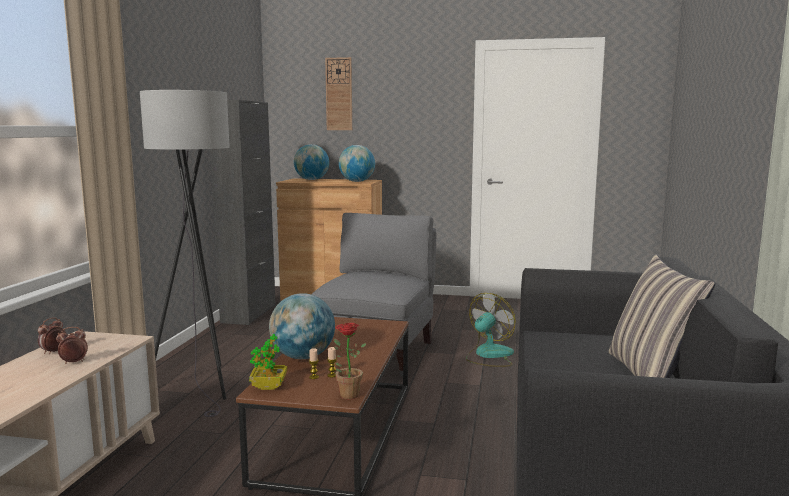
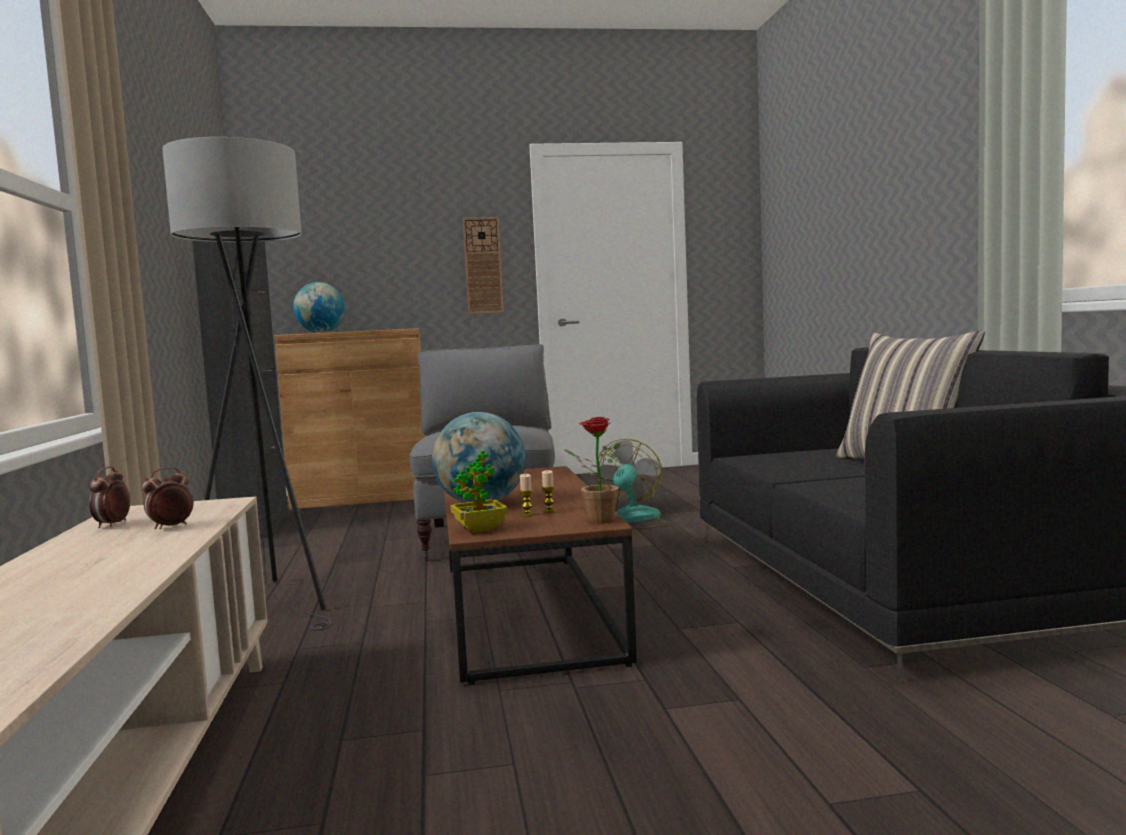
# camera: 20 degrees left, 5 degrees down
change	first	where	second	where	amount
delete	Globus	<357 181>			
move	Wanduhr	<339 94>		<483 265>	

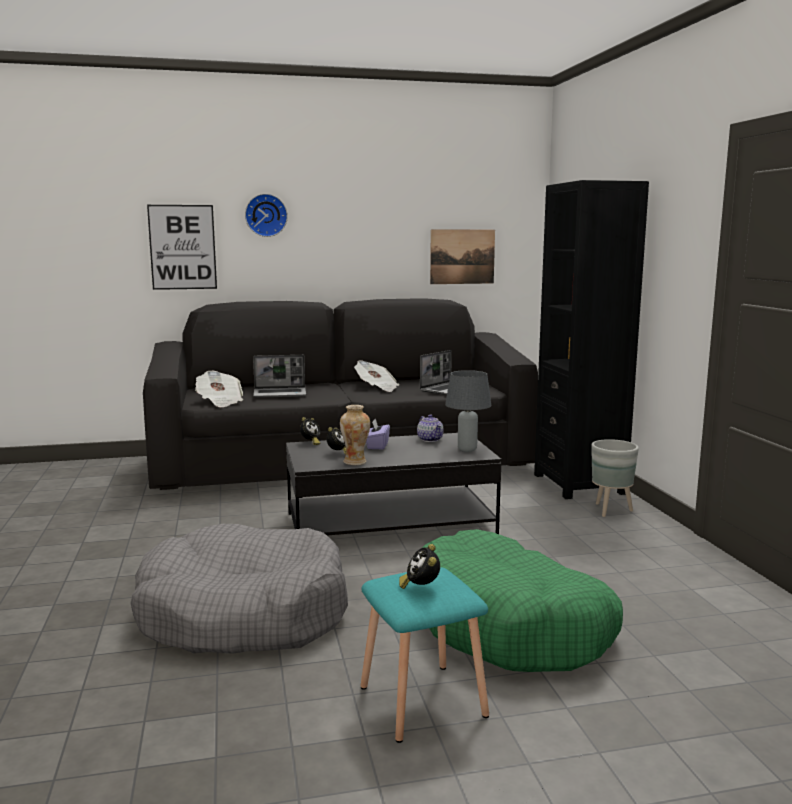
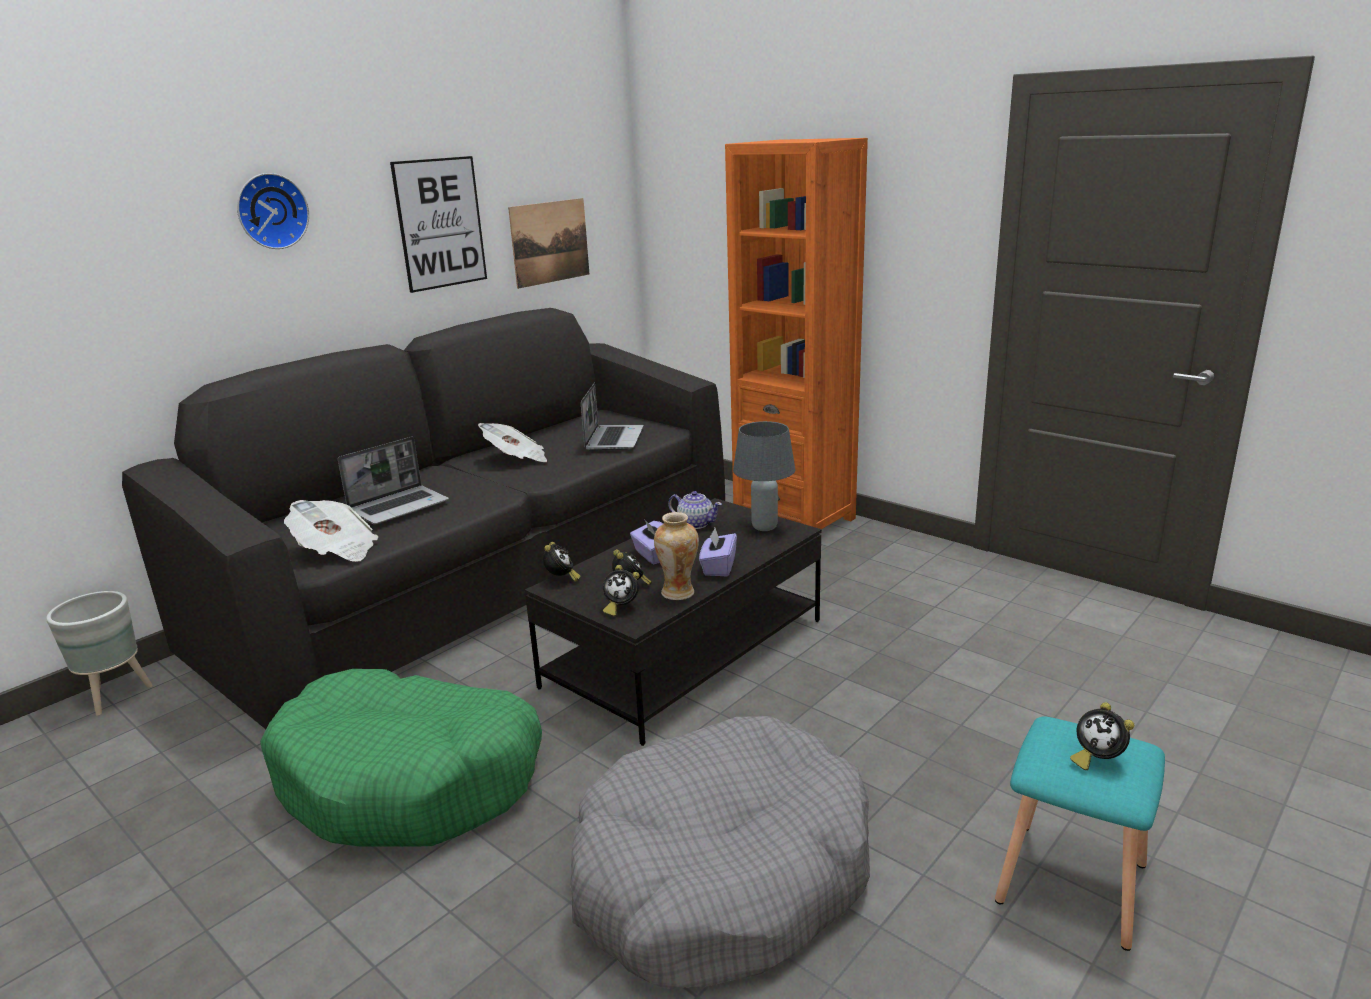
# camera: 35 degrees left, 10 degrees up
change	first	where	second	where	amount
insert			Wecker	<621 608>	
insert			Taschentuchbox [lila]	<718 567>	
move	Bild	<182 247>		<440 223>	
move	Hundebett [grün]	<510 625>		<410 779>	
move	Pflanzkübel [grau]	<610 510>		<116 695>	
recolor	Bücherregal [schwarz]	<579 484>	Bücherregal [orange]	<794 520>	

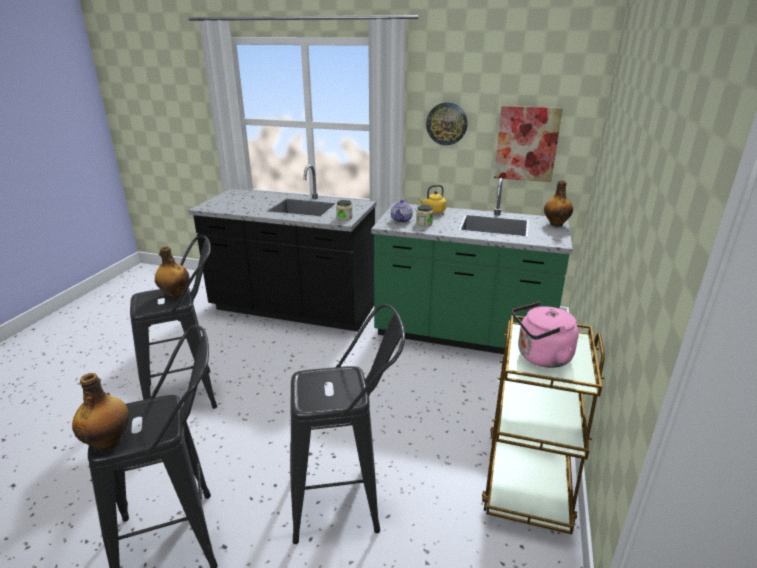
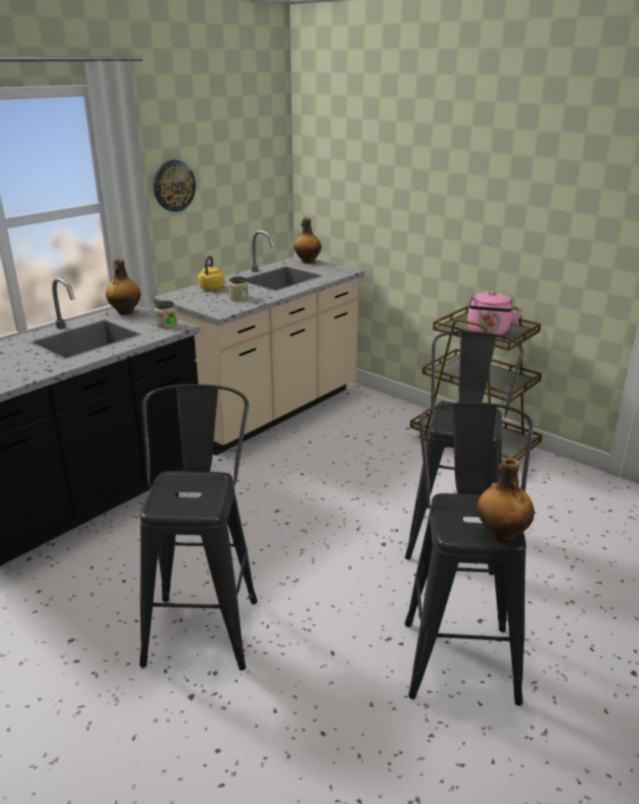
# camera: 65 degrees left, 0 degrees up
change	first	where	second	where	amount
delete	Teekanne	<401 220>			
delete	Bild	<526 144>			
move	Flasche	<175 294>		<125 312>	
recolor	Küchenzeile [grün]	<462 335>	Küchenzeile [beige]	<269 411>	

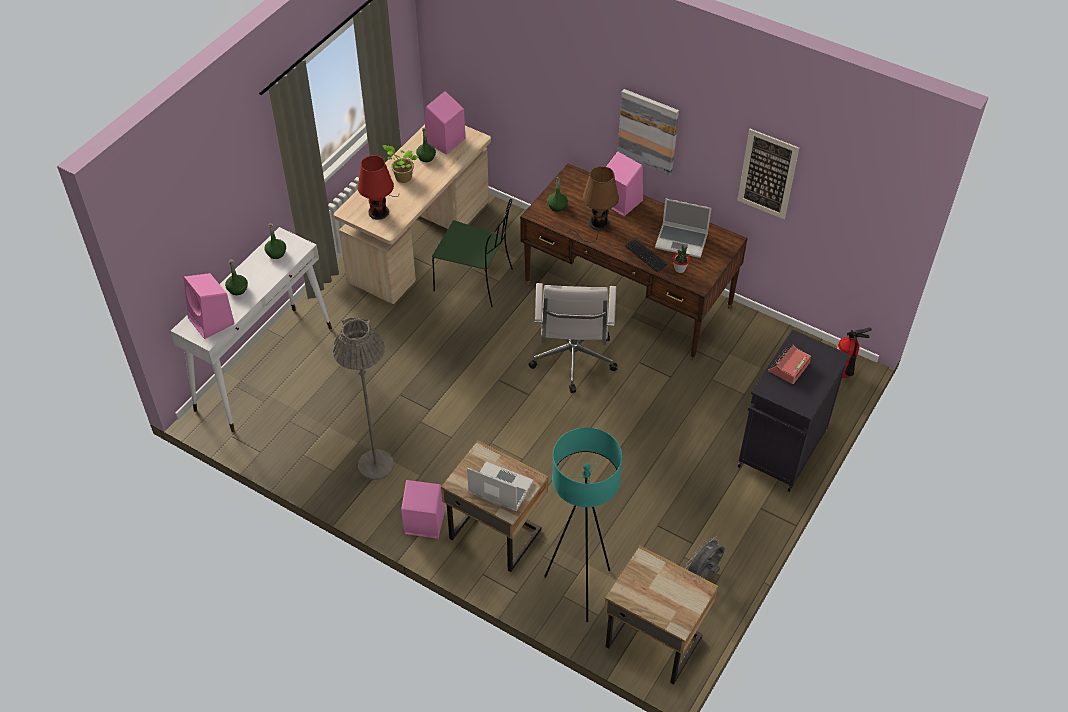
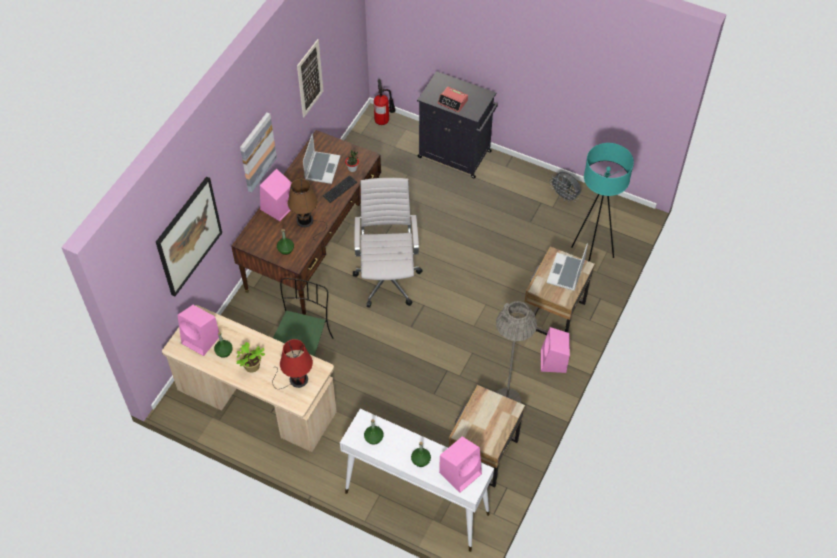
# camera: 95 degrees left, 5 degrees up
change	first	where	second	where	amount
insert			Bild	<188 236>	
move	Nachttisch [beige]	<654 640>		<483 454>	
rotate	Bürostuhl [weiß]	<572 362>		<388 279>	90 degrees counterclockwise

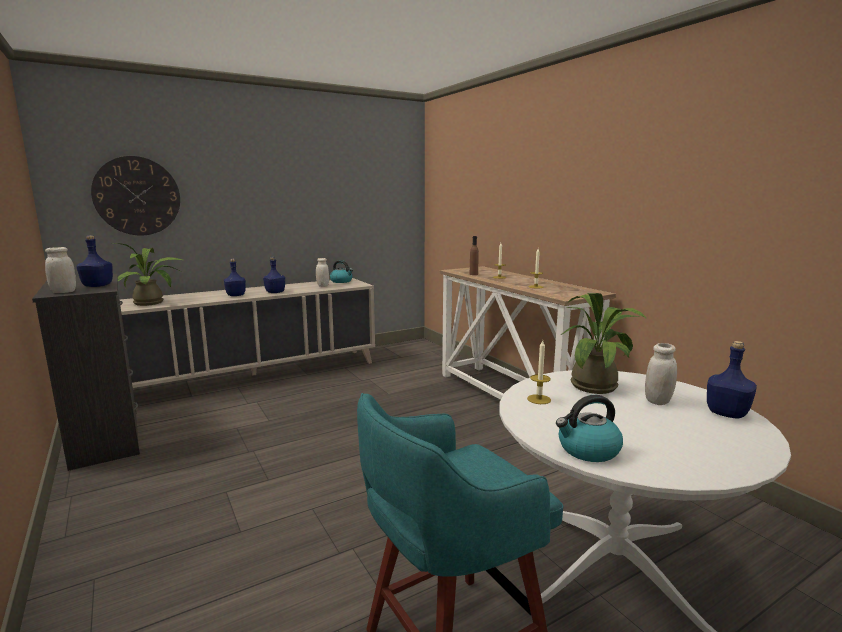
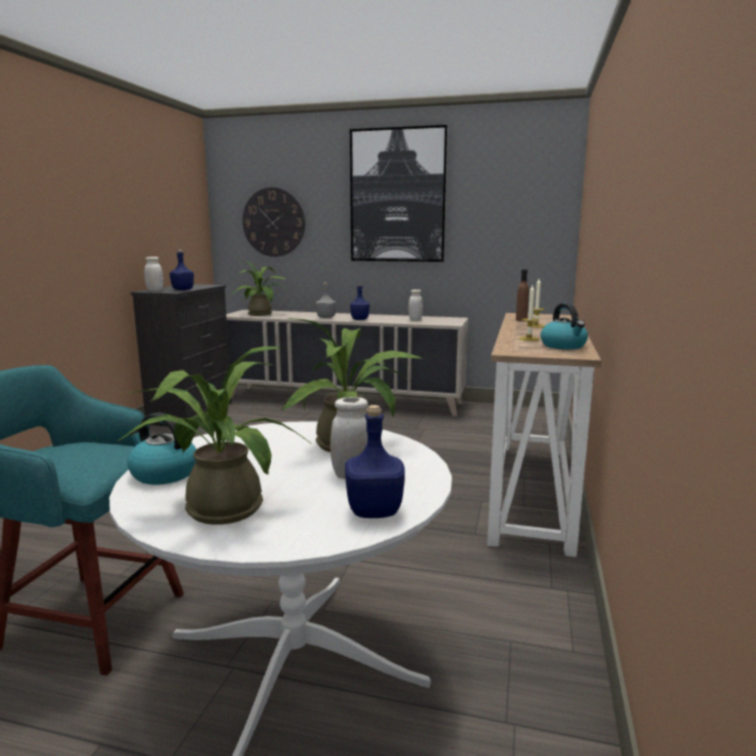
# camera: 45 degrees right, 0 degrees up
change	first	where	second	where	amount
delete	Kerze	<539 399>			
insert			Topfpflanze	<217 507>	
insert			Bild	<397 196>	
move	Wasserkessel	<342 281>		<564 346>	
recolor	Flasche [blau]	<235 295>	Flasche [grau]	<326 317>	

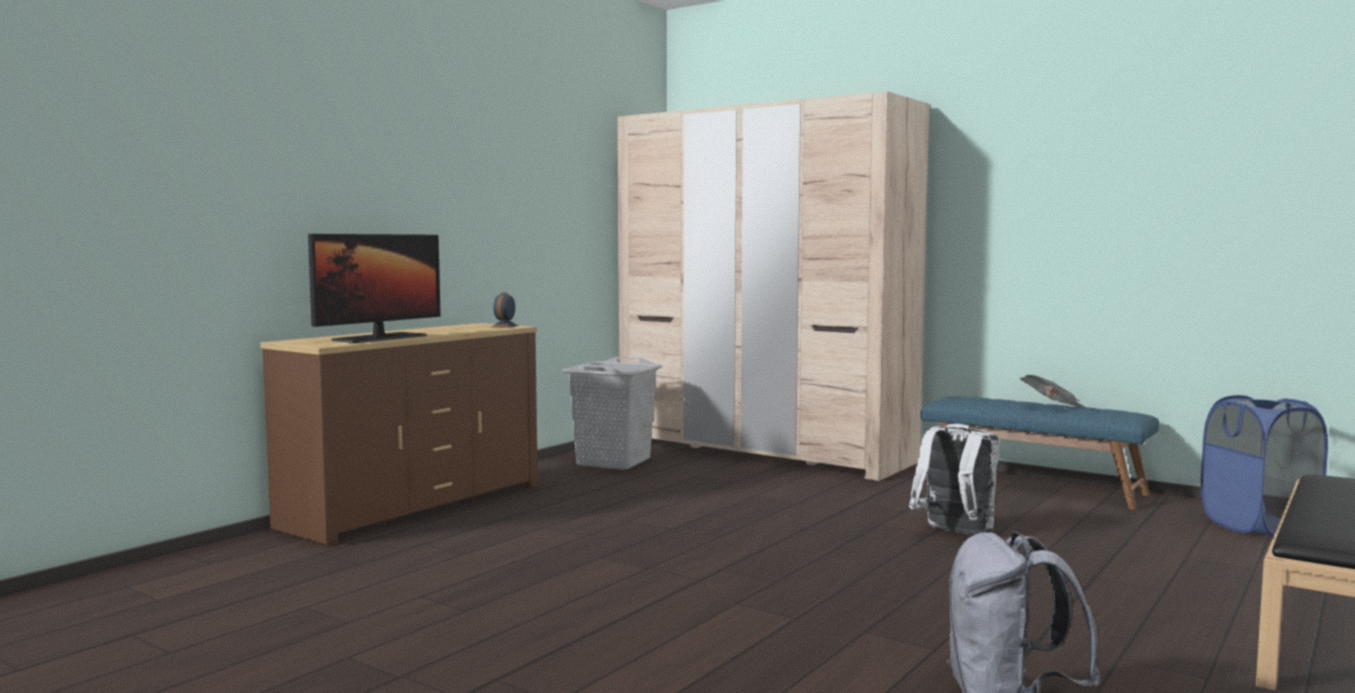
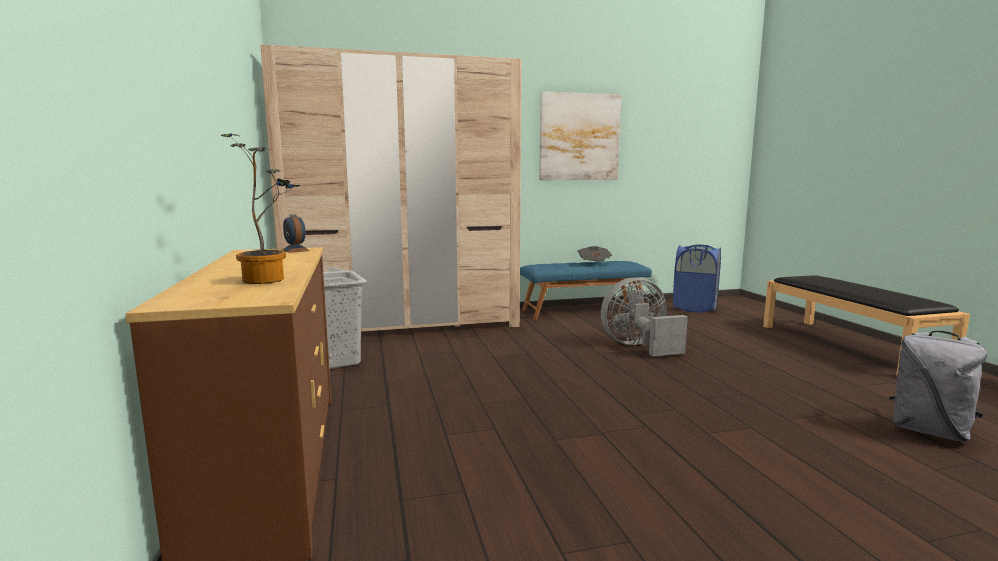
# camera: 50 degrees left, 5 degrees up
change	first	where	second	where	amount
insert			Bild	<579 137>	
replace	Monitor	<380 338>	Topfpflanze	<269 279>	
replace	Rucksack [weiß]	<955 534>	Ventilator [grau]	<639 347>	

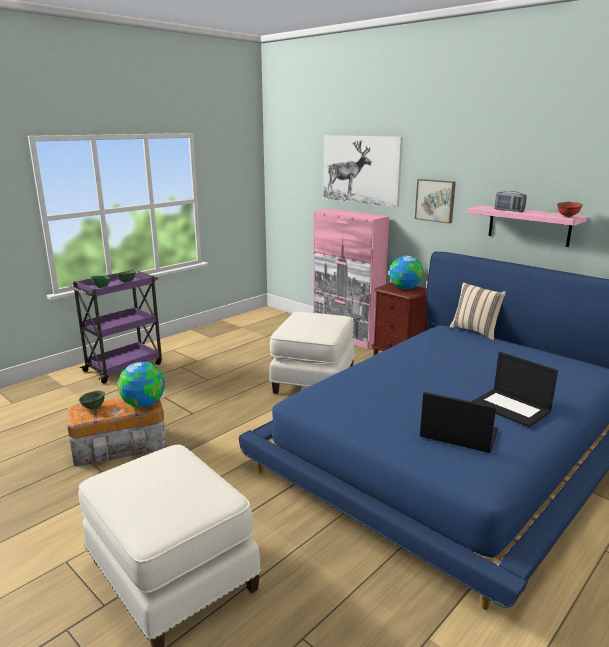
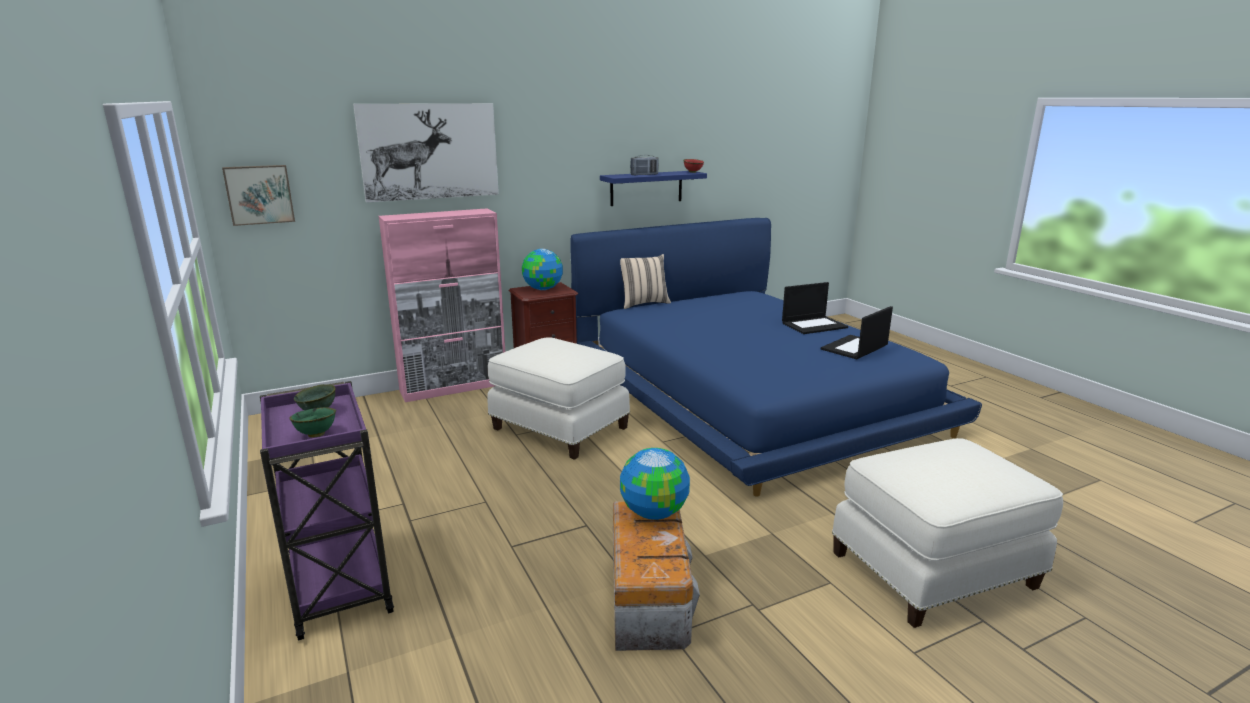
# camera: 70 degrees left, 0 degrees up
change	first	where	second	where	amount
delete	Schüssel [grün]	<94 408>			
move	Bild	<435 200>		<259 194>	
recolor	Wandregal [rosa]	<529 225>	Wandregal [blau]	<646 188>	

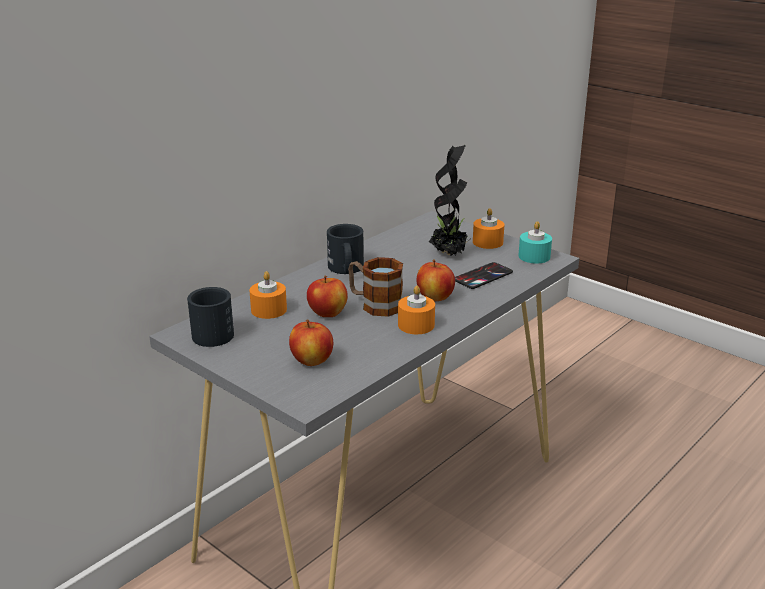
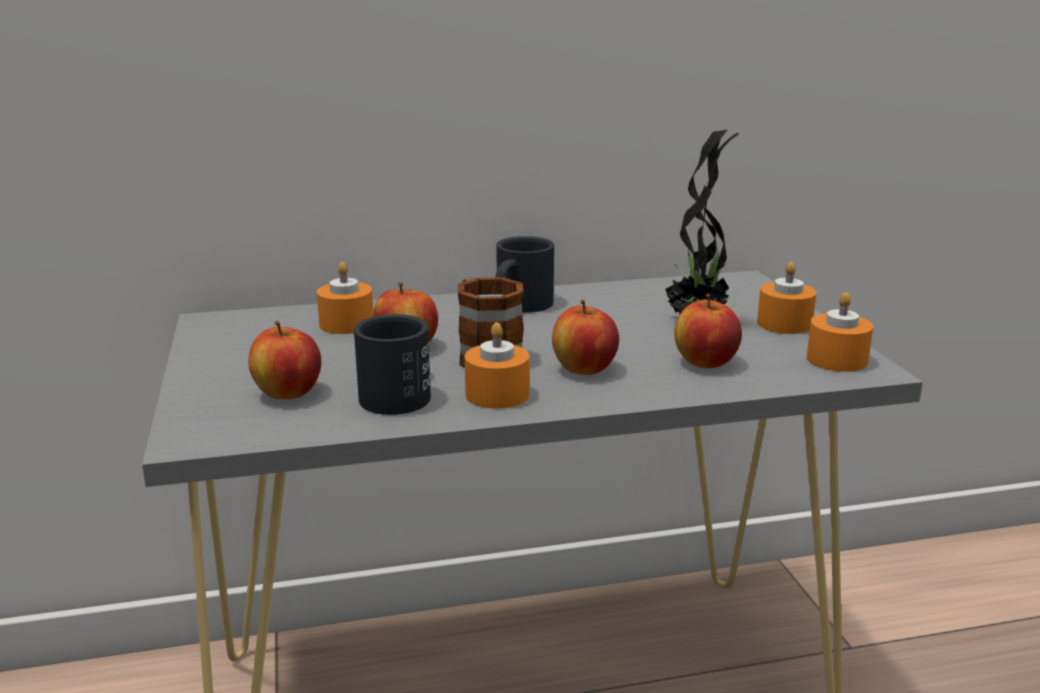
# camera: 35 degrees right, 5 degrees down
change	first	where	second	where	amount
move	Henkelbecher [schwarz]	<211 331>		<401 392>	
replace	Handy	<483 276>	Apfel	<705 363>	
recolor	Kerze [türkis]	<534 256>	Kerze [orange]	<837 359>	

